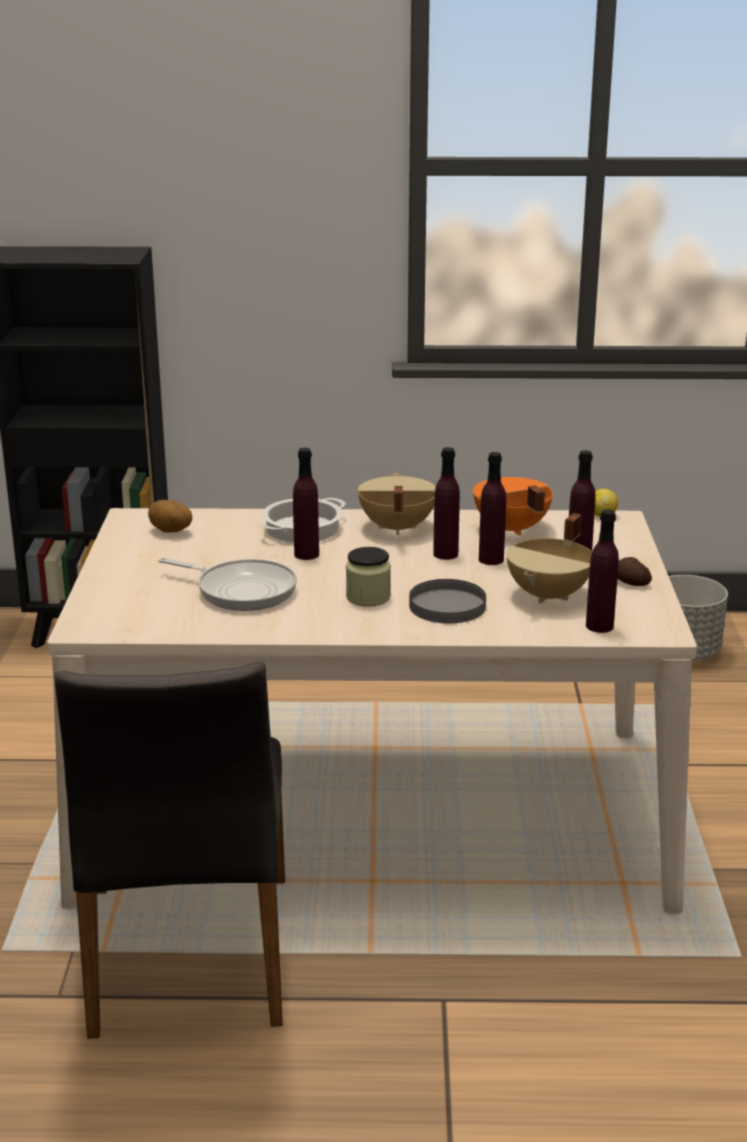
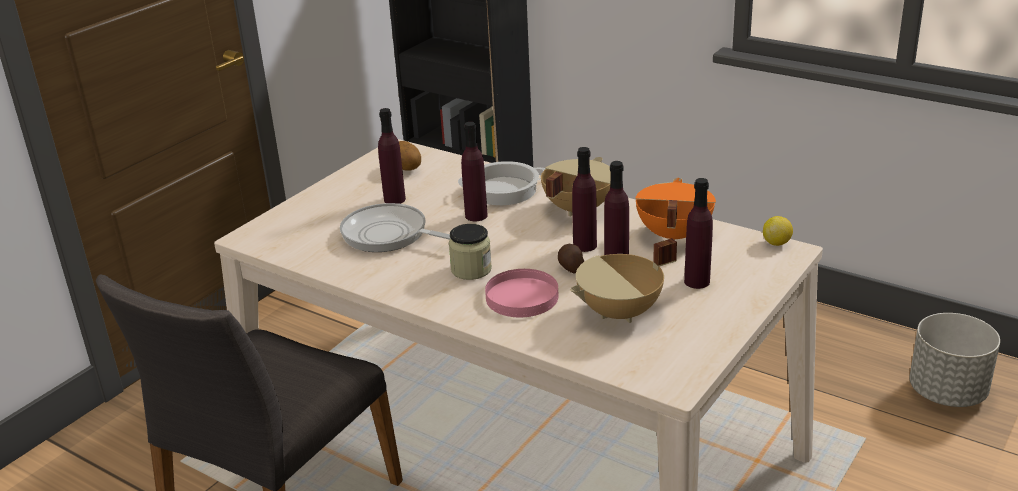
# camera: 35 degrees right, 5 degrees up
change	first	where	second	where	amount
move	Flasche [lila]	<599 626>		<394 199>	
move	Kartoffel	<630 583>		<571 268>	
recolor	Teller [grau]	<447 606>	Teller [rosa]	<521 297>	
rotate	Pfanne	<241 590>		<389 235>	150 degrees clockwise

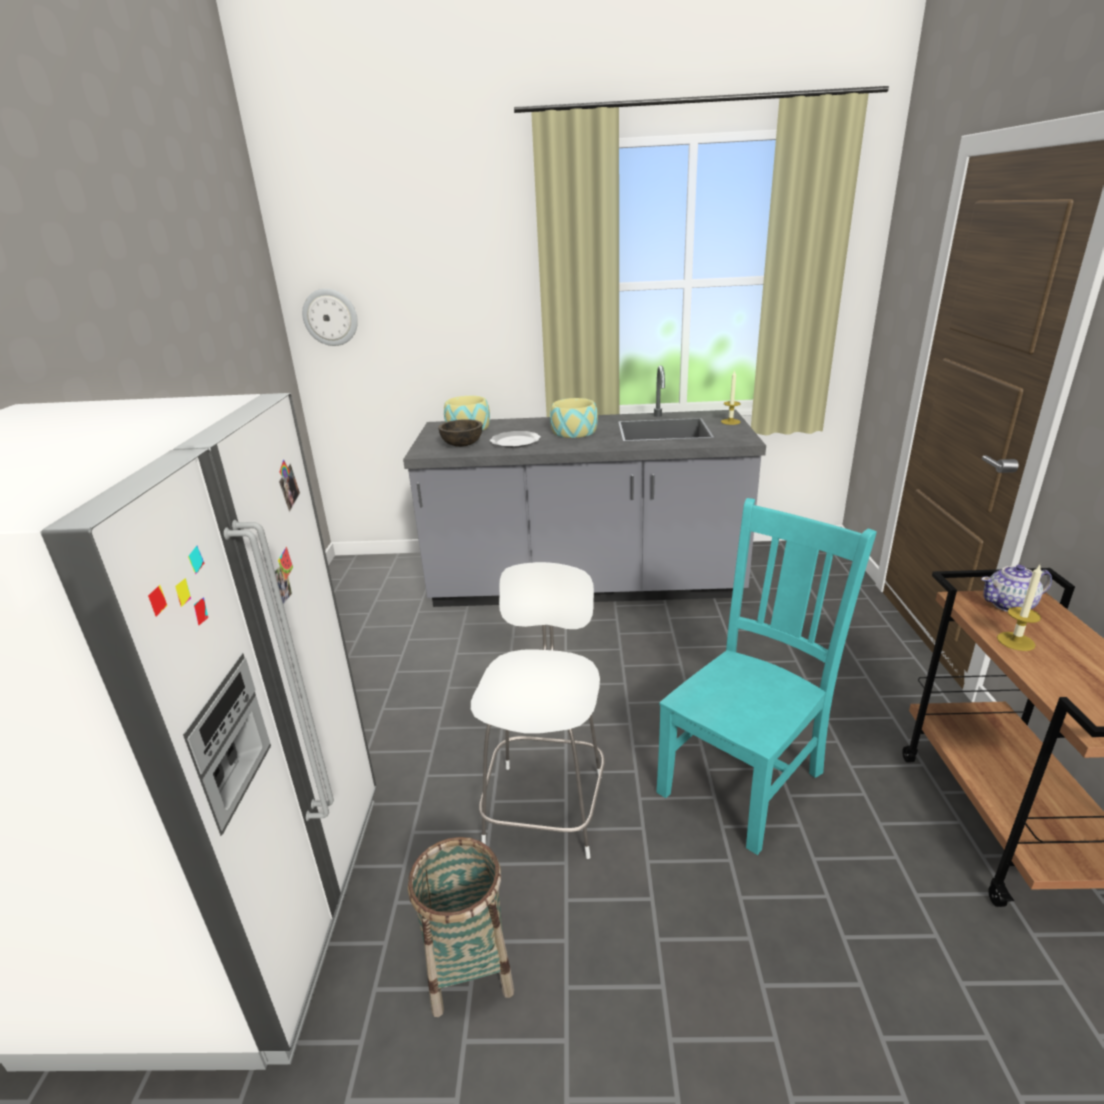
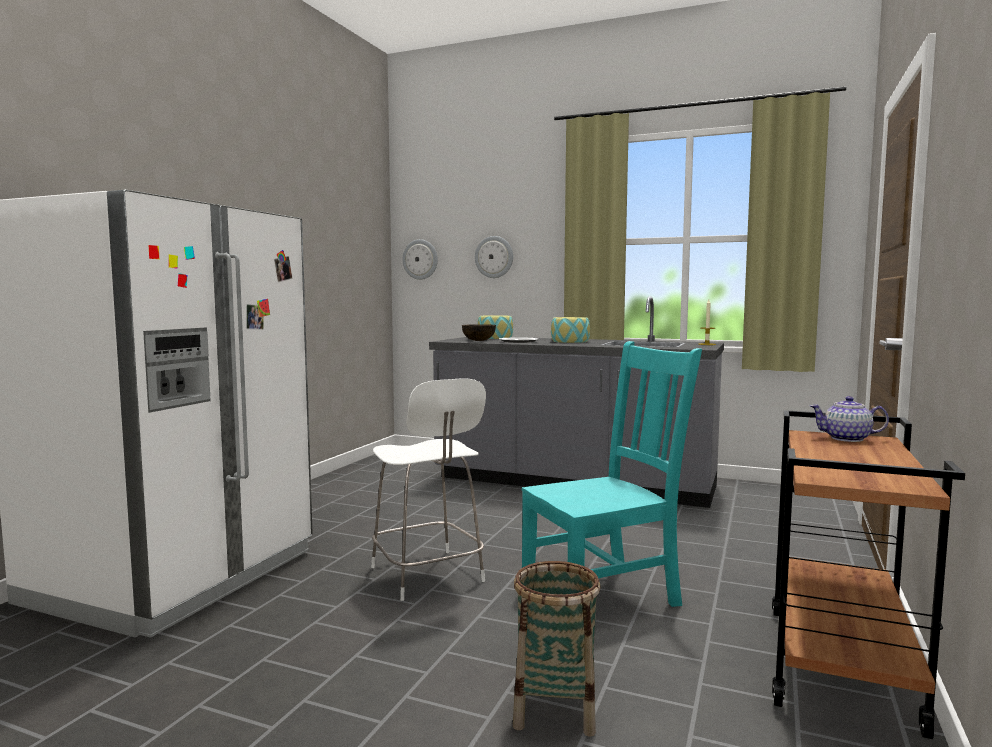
# camera: 20 degrees right, 20 degrees down
change	first	where	second	where	amount
delete	Kerze	<1015 641>			
insert			Wanduhr	<494 257>	
move	Korb	<469 967>		<555 708>	
rotate	Stuhl [weiß]	<546 805>		<428 576>	120 degrees clockwise

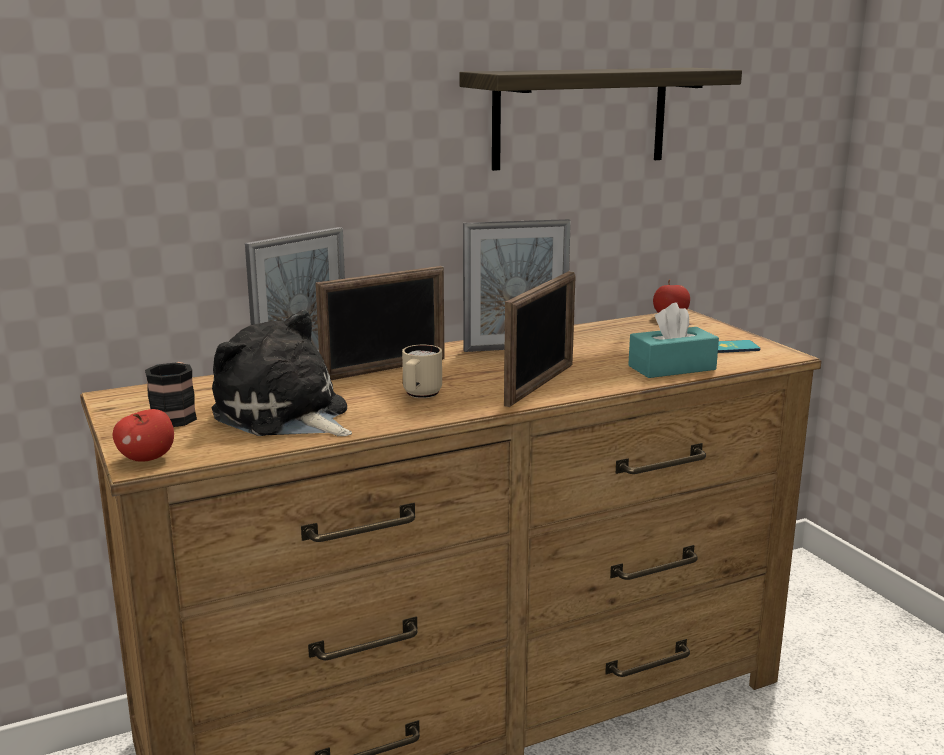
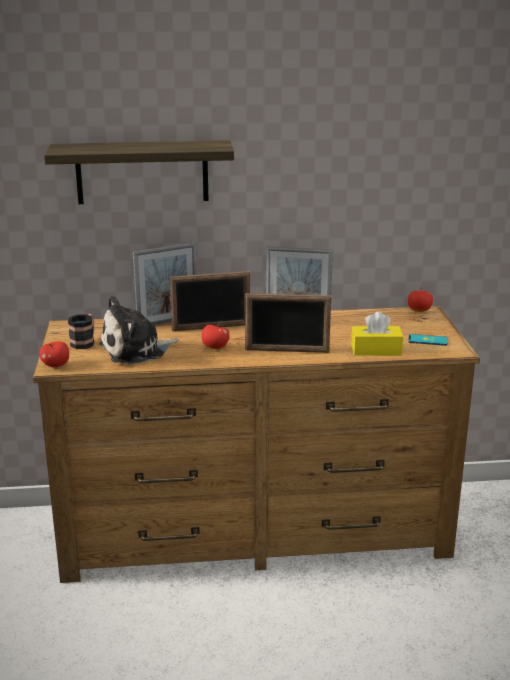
# camera: 20 degrees right, 5 degrees up
change	first	where	second	where	amount
move	Wandregal	<580 117>		<142 172>	
replace	Henkelbecher [beige]	<420 395>	Apfel	<215 348>	
recolor	Taschentuchbox [türkis]	<672 368>	Taschentuchbox [gelb]	<376 350>	
rotate	Plüschtier	<284 416>		<136 350>	90 degrees counterclockwise
rotate	Bilderrahmen	<540 385>		<287 351>	45 degrees clockwise

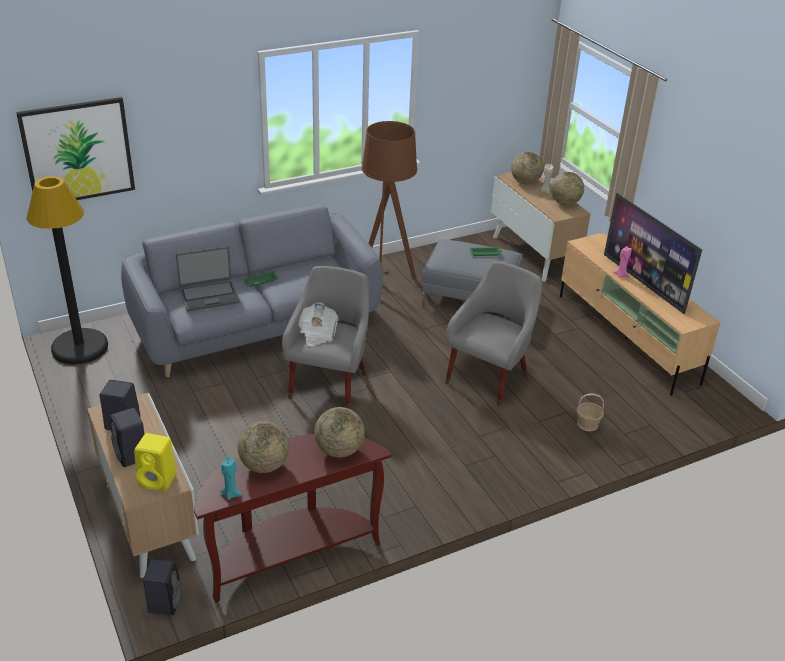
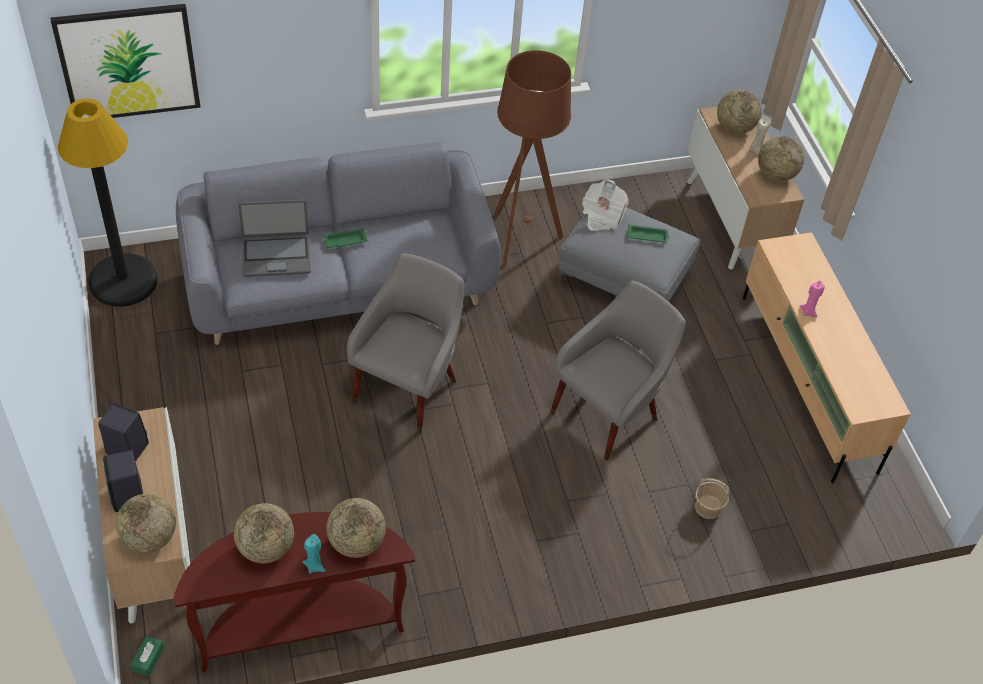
# camera: 10 degrees right, 15 degrees up
change	first	where	second	where	amount
delete	Fernseher	<644 283>			
move	Kerze [türkis]	<231 494>		<314 566>	
move	Zeitung	<317 334>		<602 216>	
replace	Lautsprecher [gelb]	<159 480>	Globus	<150 538>	
replace	Lautsprecher [schwarz]	<165 602>	Taschentuchbox [grün]	<148 659>	

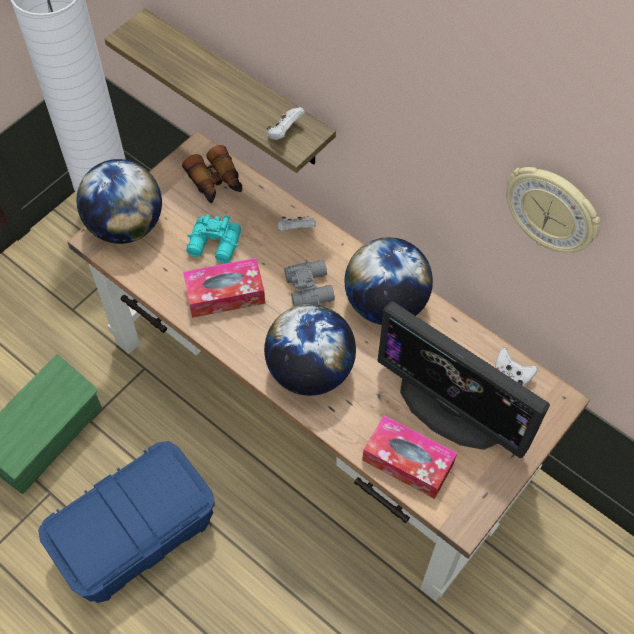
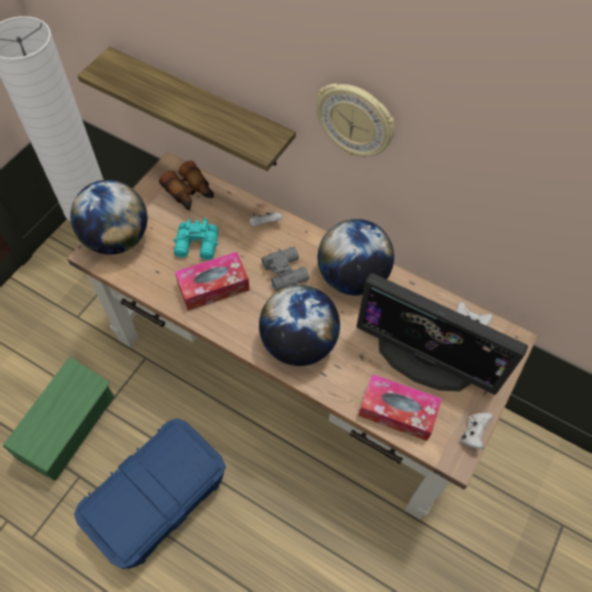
# camera: 10 degrees left, 0 degrees up
change	first	where	second	where	amount
move	Gamepad [weiß]	<284 132>		<473 433>	
move	Wanduhr	<552 210>		<355 120>	

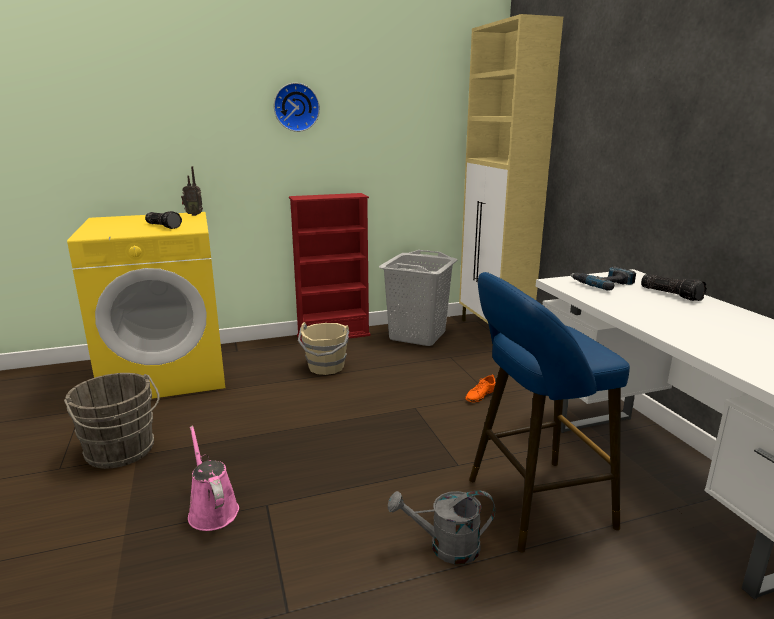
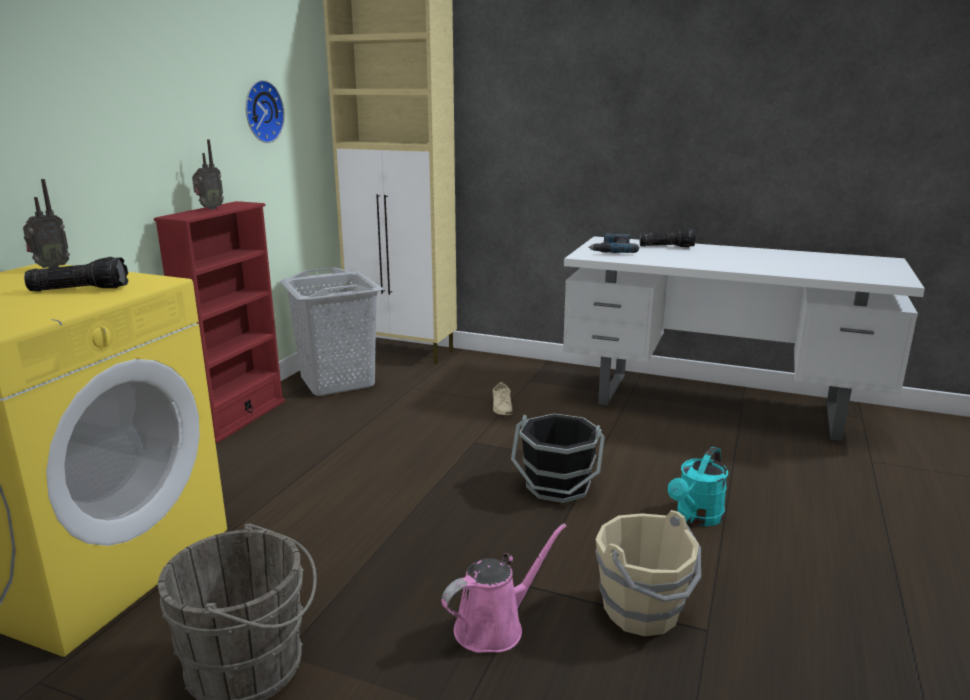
# camera: 50 degrees left, 0 degrees up
change	first	where	second	where	amount
delete	Hocker [blau]	<531 504>			
insert			Radio	<209 208>	
insert			Eimer [schwarz]	<558 486>	
move	Wanduhr	<296 107>		<261 111>	
move	Eimer [beige]	<326 367>		<643 611>	
recolor	Gießkanne [grau]	<445 547>	Gießkanne [türkis]	<696 517>	
recolor	Schuh [orange]	<480 395>	Schuh [beige]	<502 407>	
rotate	Gießkanne [rosa]	<212 510>		<494 626>	135 degrees clockwise

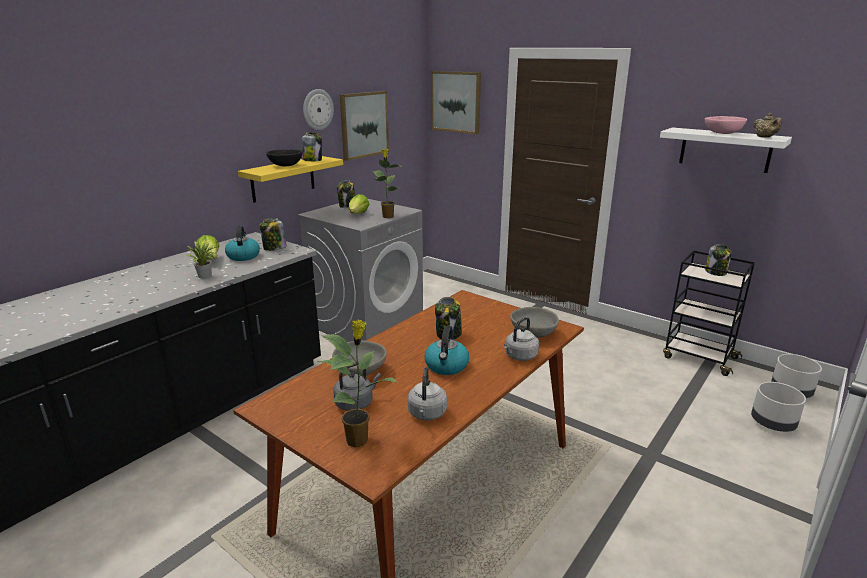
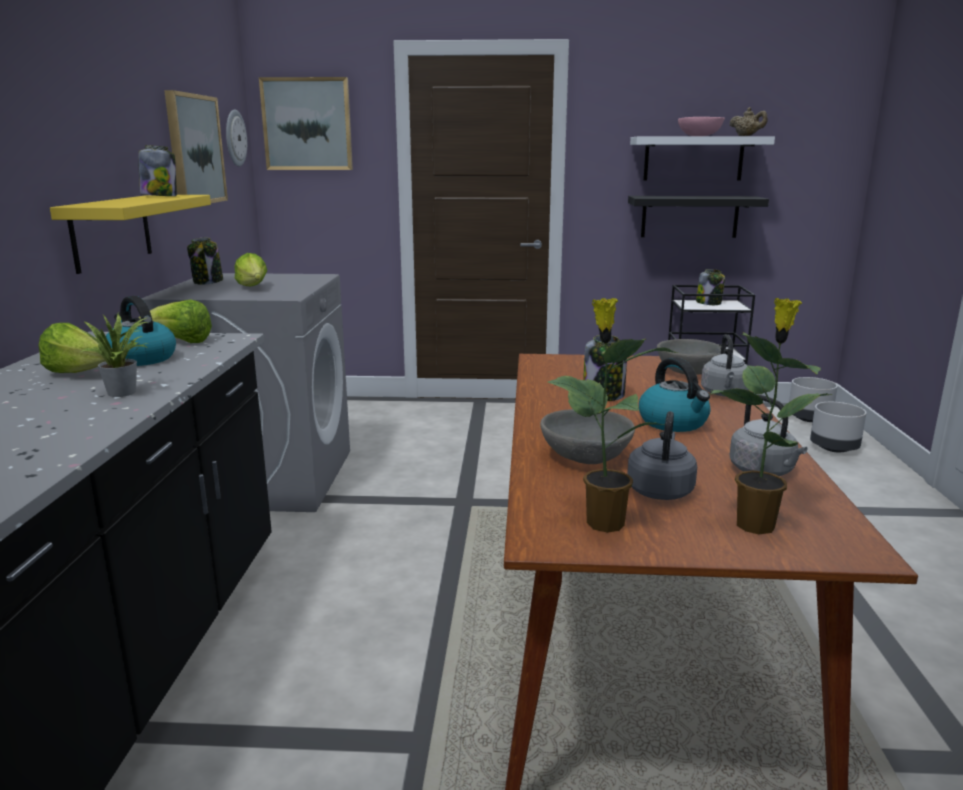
# camera: 35 degrees left, 5 degrees down
change	first	where	second	where	amount
delete	Schüssel [schwarz]	<286 165>			
insert			Wandregal [schwarz]	<689 216>	
move	Wanduhr	<317 109>		<234 138>	
move	Topfpflanze	<387 216>		<602 522>	
replace	Vorratsglas	<274 248>	Salatkopf	<181 342>	

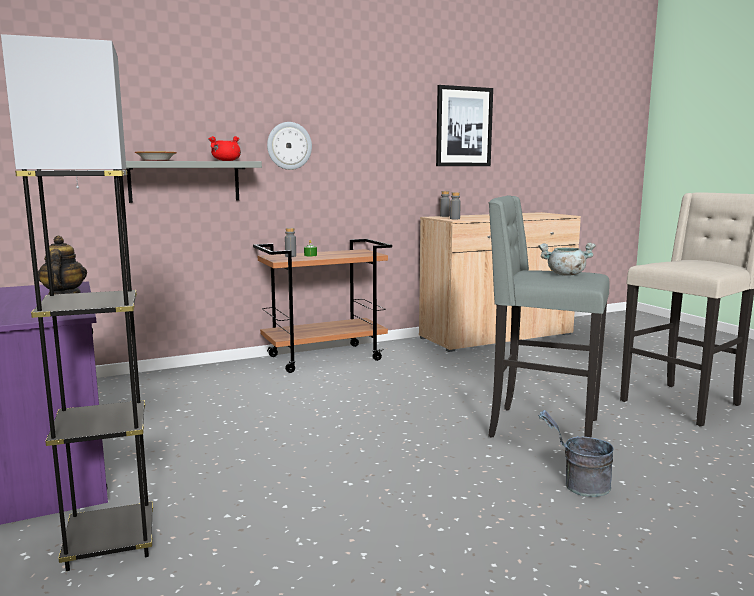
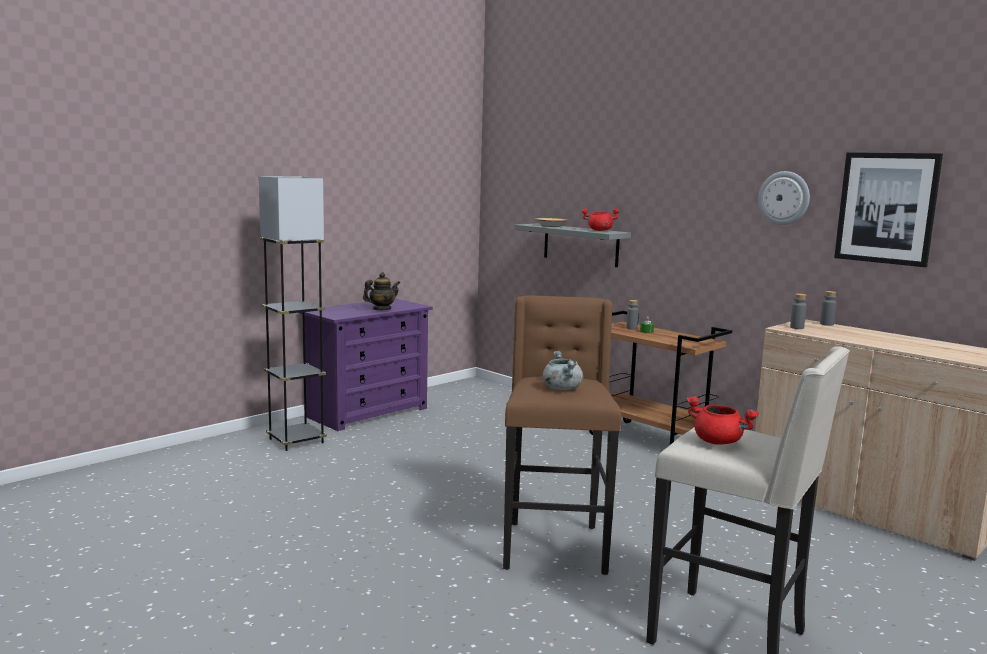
# camera: 70 degrees right, 0 degrees up
change	first	where	second	where	amount
delete	Eimer [grau]	<578 486>			
insert			Kochtopf [rot]	<719 442>	
move	Wanduhr	<289 146>		<784 198>	
recolor	Hocker [grau]	<541 429>	Hocker [braun]	<553 546>	

